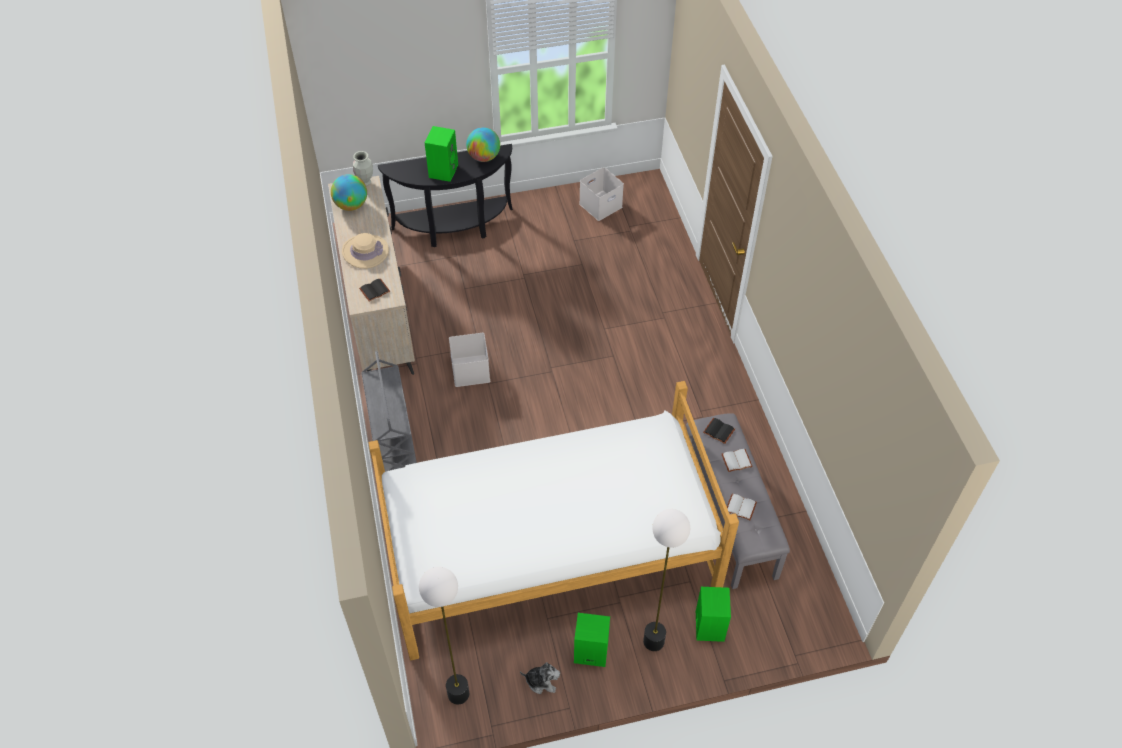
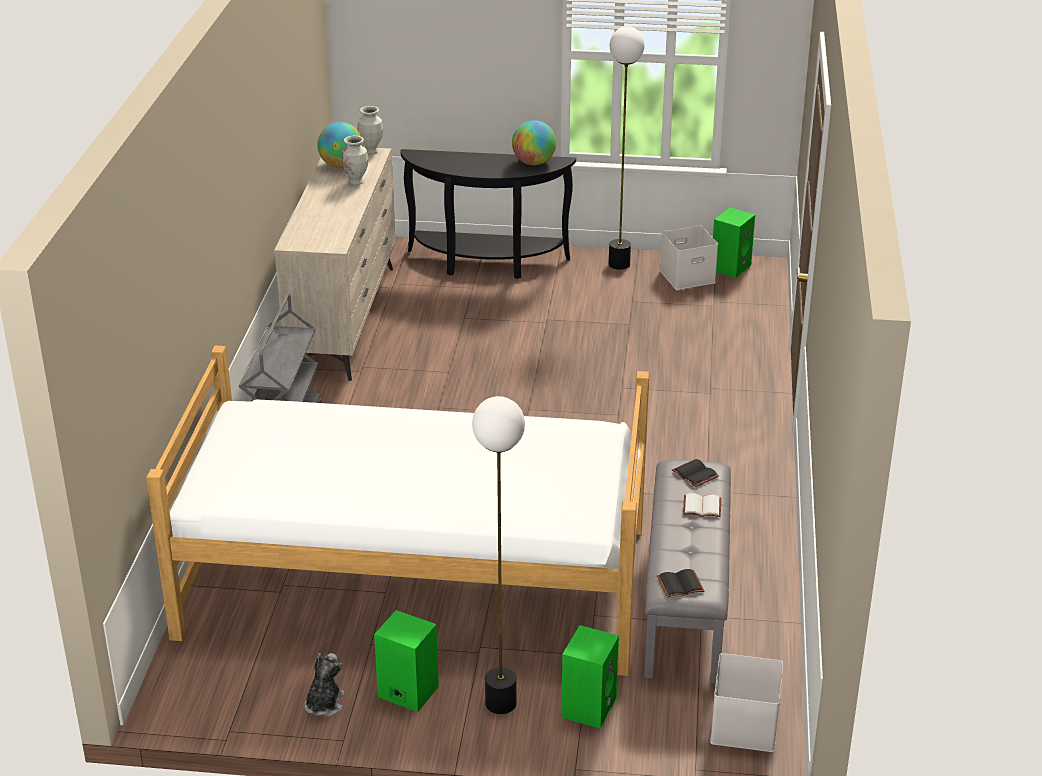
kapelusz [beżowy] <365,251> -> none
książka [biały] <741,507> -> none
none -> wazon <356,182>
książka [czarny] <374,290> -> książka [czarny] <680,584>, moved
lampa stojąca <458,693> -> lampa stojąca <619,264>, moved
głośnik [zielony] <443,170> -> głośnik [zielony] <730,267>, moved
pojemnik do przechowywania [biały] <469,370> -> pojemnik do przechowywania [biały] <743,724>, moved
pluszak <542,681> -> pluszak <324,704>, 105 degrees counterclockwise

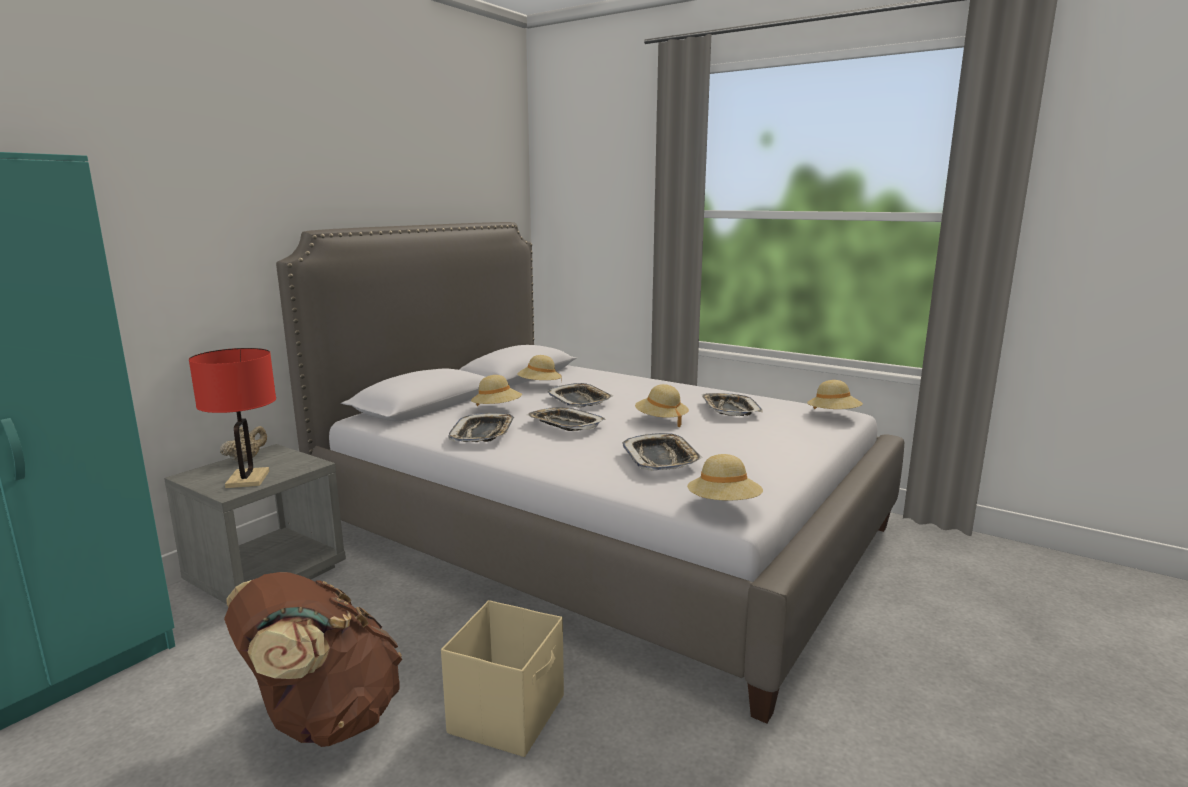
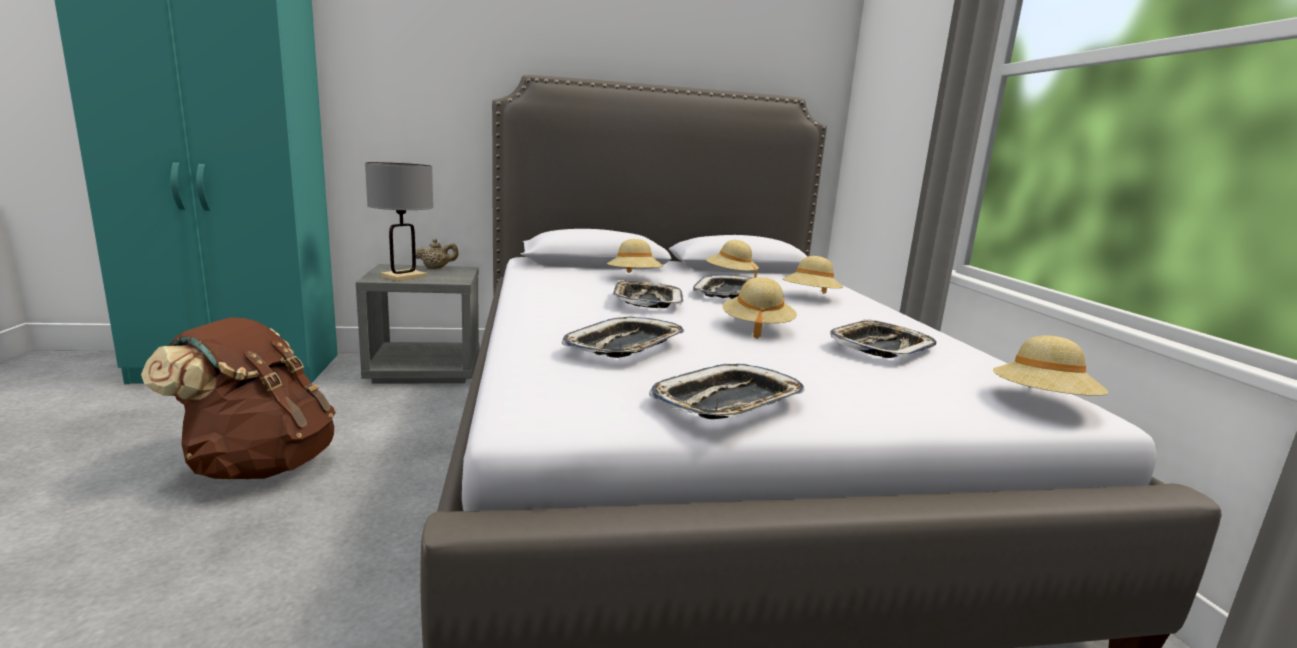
pojemnik do przechowywania [beżowy] <508,714> -> none
taca <483,434> -> taca <728,403>, moved
kapelusz [beżowy] <724,505> -> kapelusz [beżowy] <810,297>, moved
lampa stołowa [czerwony] <248,479> -> lampa stołowa [szary] <403,276>

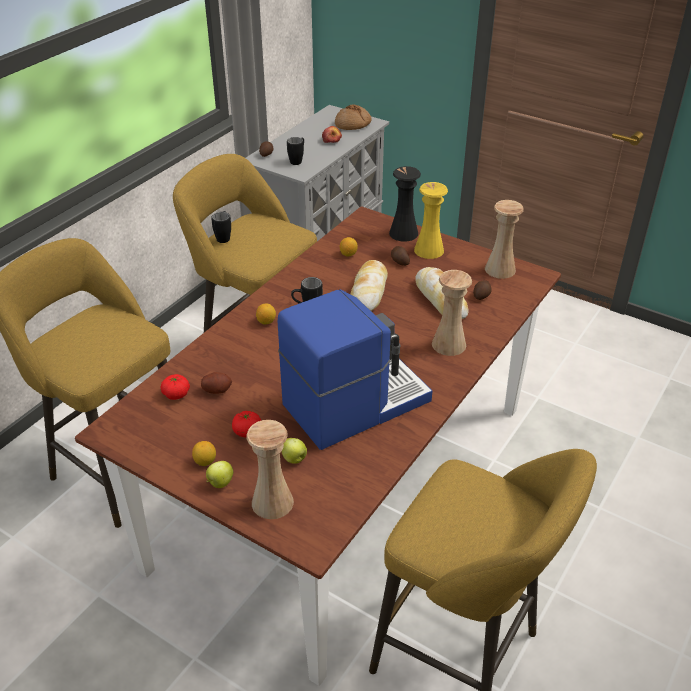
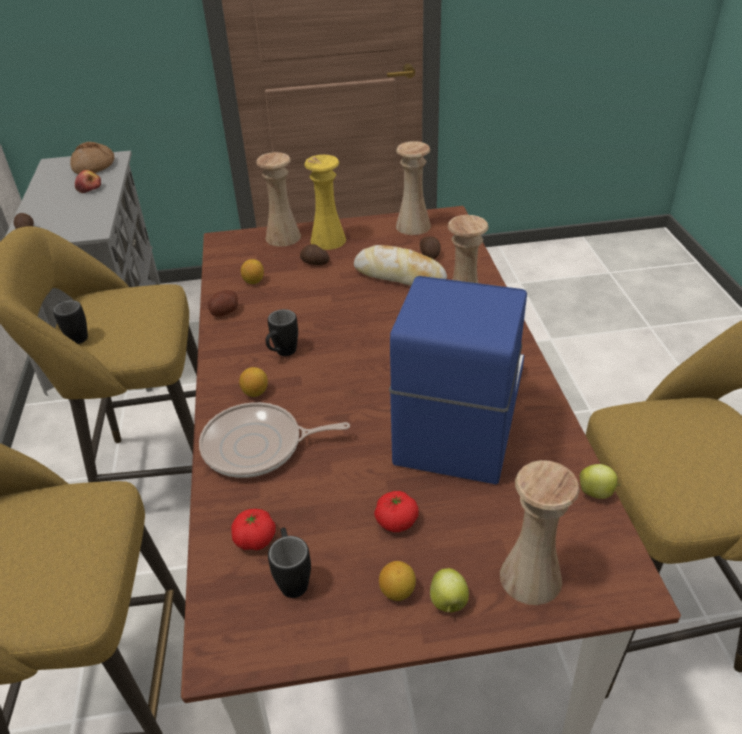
chleb <369,291> -> none
none -> patelnia <258,446>
ziemniak <217,390> -> ziemniak <224,312>, moved
jabłko <294,459> -> jabłko <596,492>, moved
kubek [czarny] <298,160> -> kubek [czarny] <292,578>, moved
wazon [czarny] <403,233> -> wazon [beżowy] <283,237>

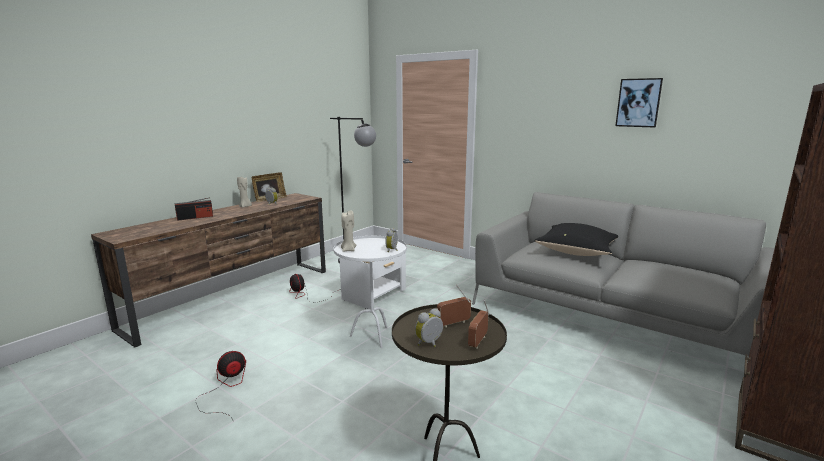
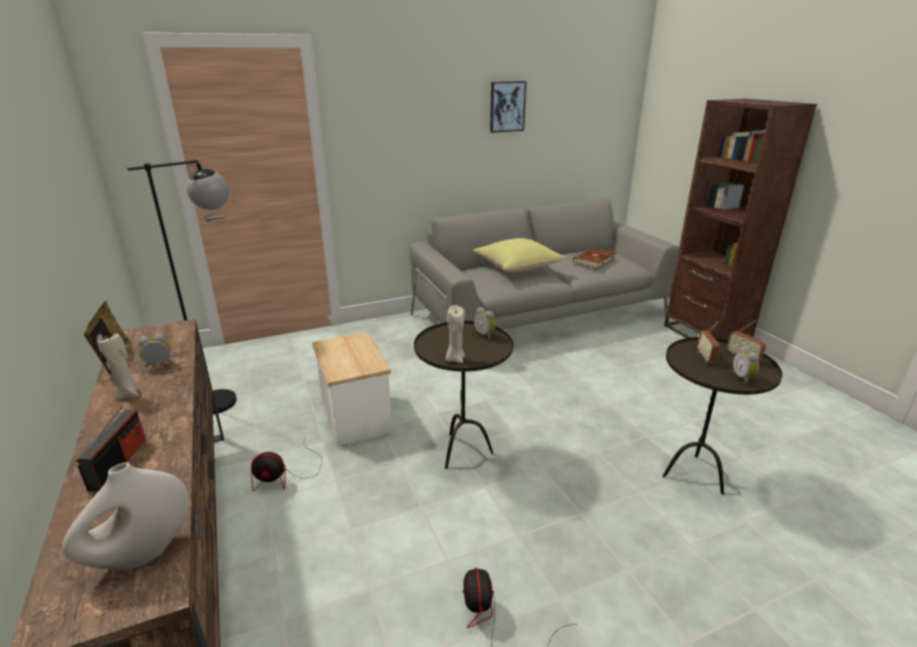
none -> wazon [biały] <141,555>
none -> książka [brązowy] <593,260>
stolik [biały] <372,337> -> stolik [brązowy] <463,451>
poduszka [czarny] <577,252> -> poduszka [żółty] <517,267>

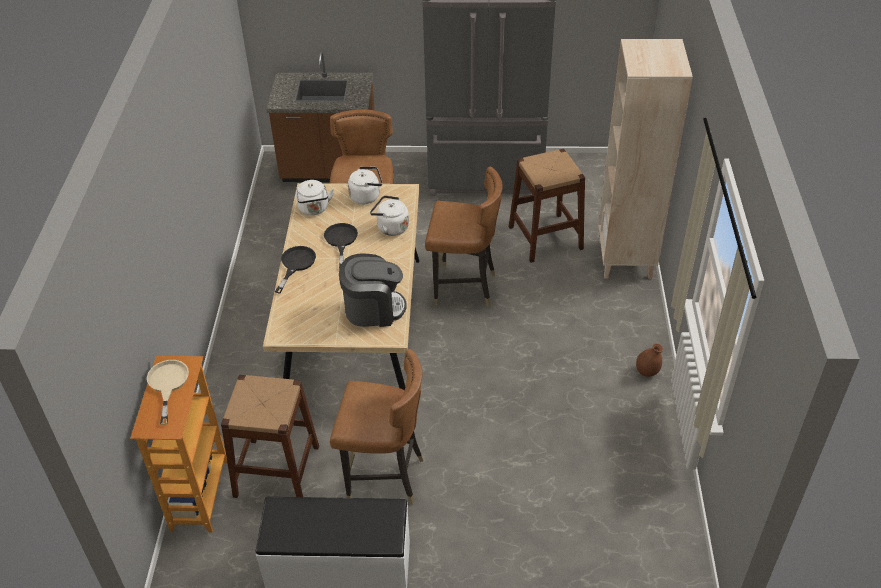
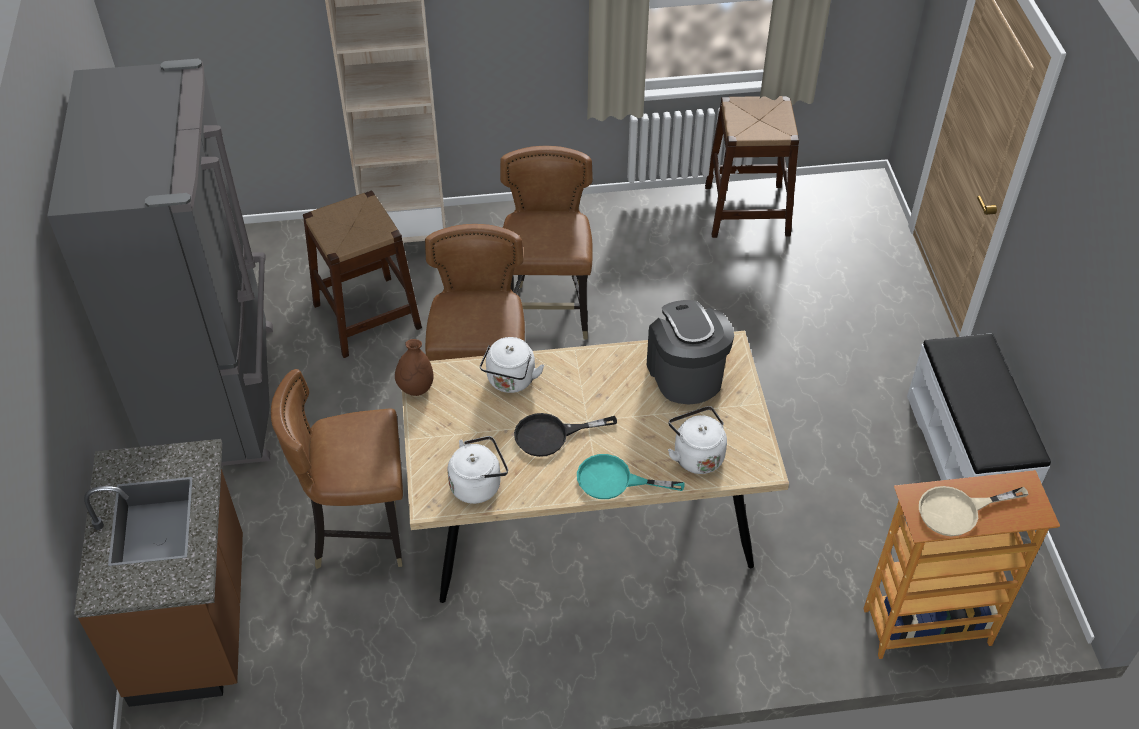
stołek [brązowy] <277,471> -> stołek [brązowy] <747,210>, moved
krzesło [brązowy] <384,477> -> krzesło [brązowy] <548,314>, moved
czajnik [biały] <366,196> -> czajnik [biały] <696,455>, moved
wazon [brązowy] <647,372> -> wazon [brązowy] <416,388>, moved
patelnia [czarny] <295,264> -> patelnia [turkusowy] <614,480>

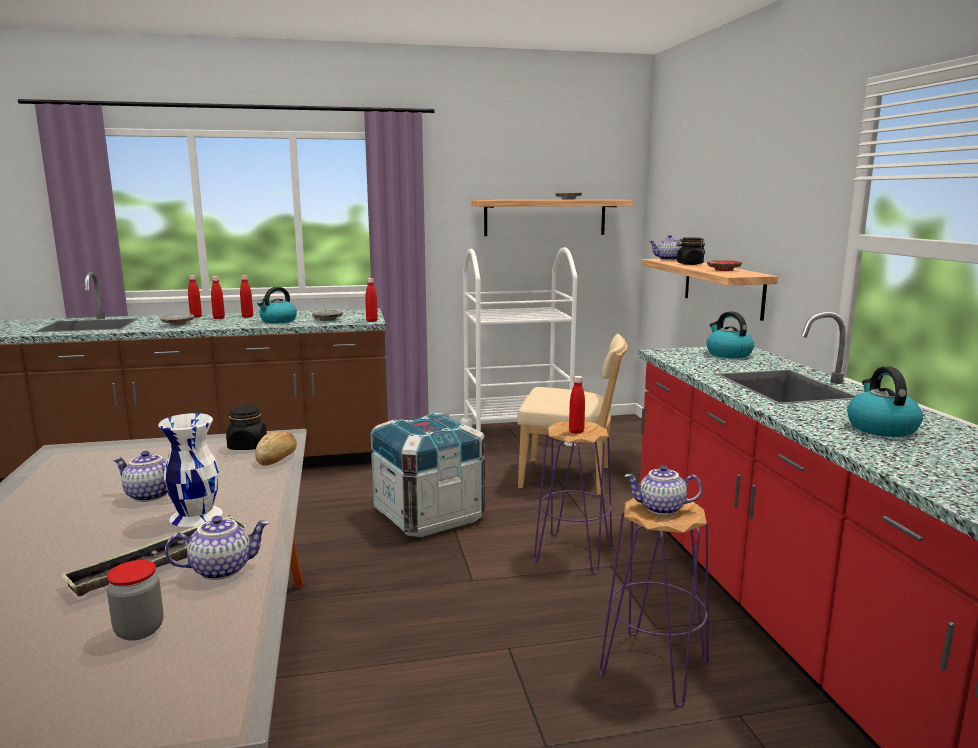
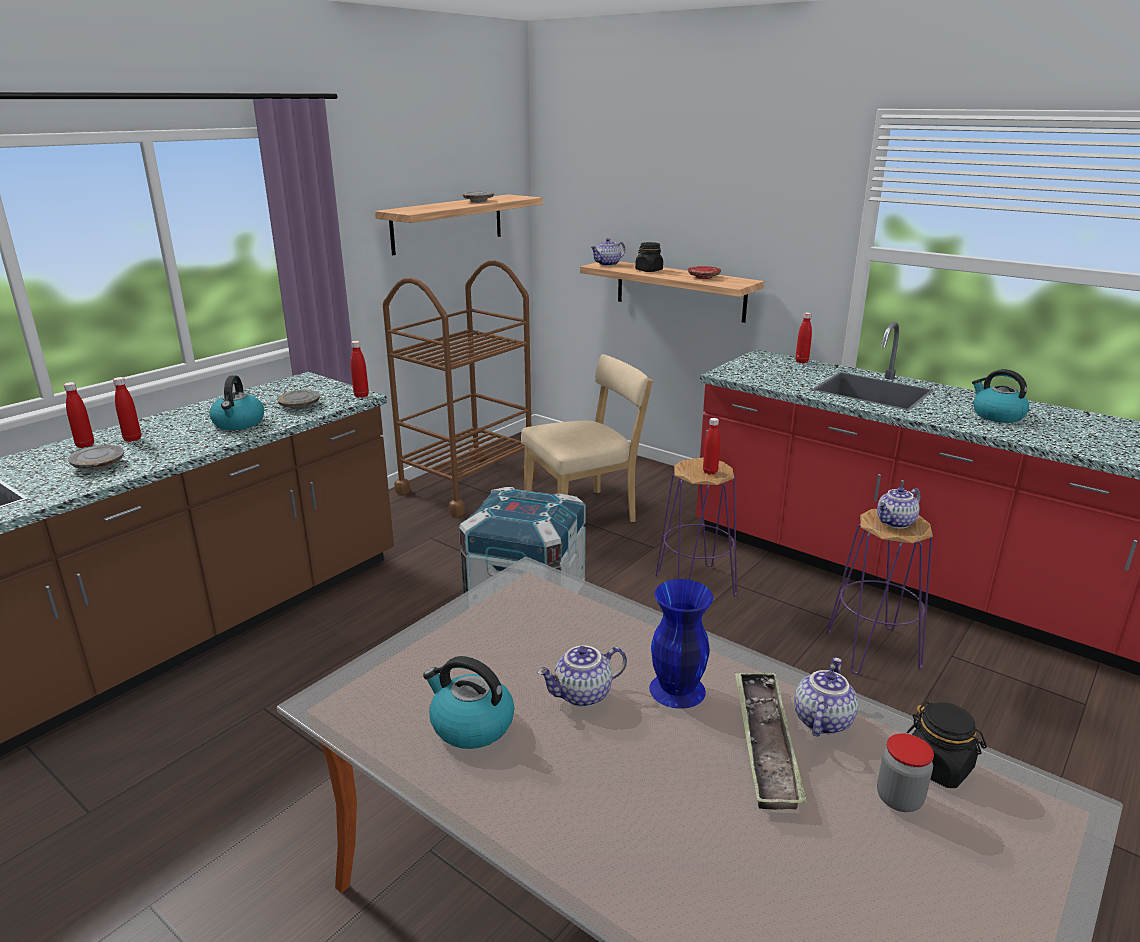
chleb <278,458> -> none
słoik [czarny] <247,446> -> słoik [czarny] <938,767>, moved
butelka [czerwony] <247,317> -> butelka [czerwony] <801,361>, moved
czajnik <728,354> -> czajnik <470,725>, moved
wazon [biały] <195,515> -> wazon [niebieski] <676,690>
wózek [biały] <516,436> -> wózek [brązowy] <467,484>

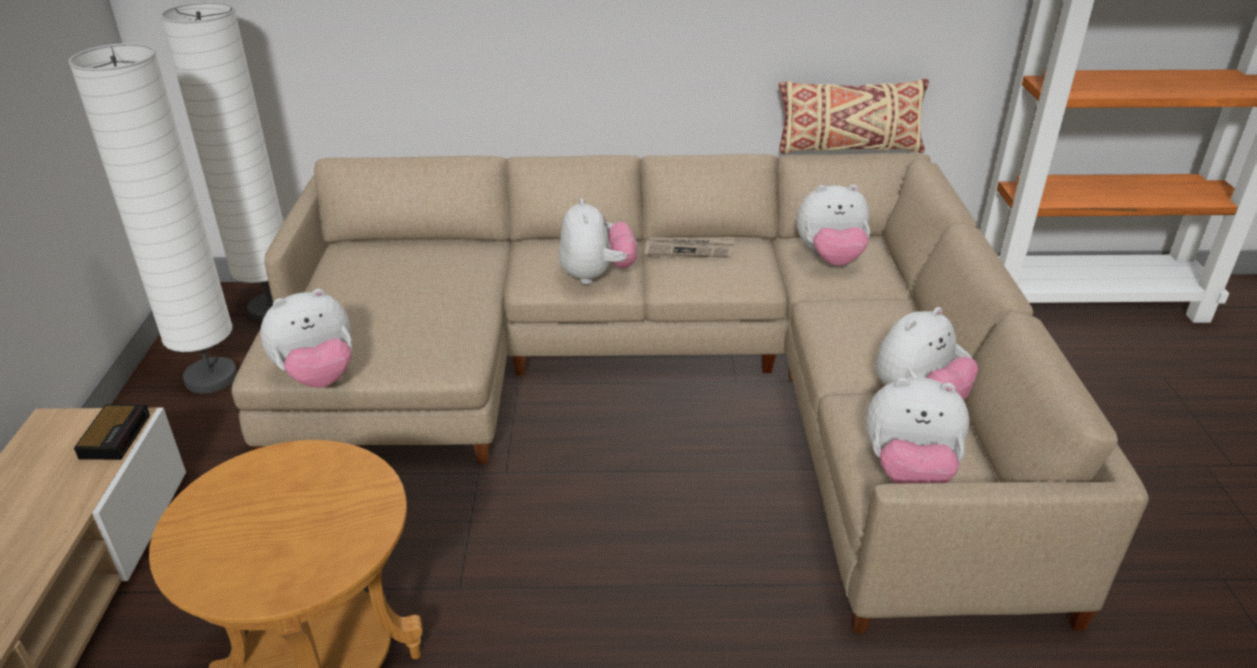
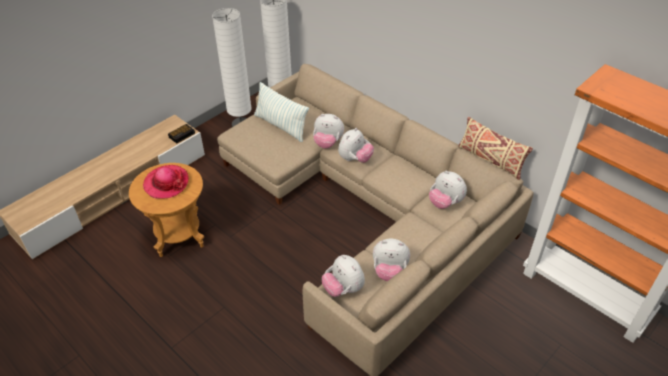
gazeta <689,249> -> none
none -> kapelusz <166,183>
none -> poduszka <281,126>
pluszak <318,376> -> pluszak <328,143>, moved

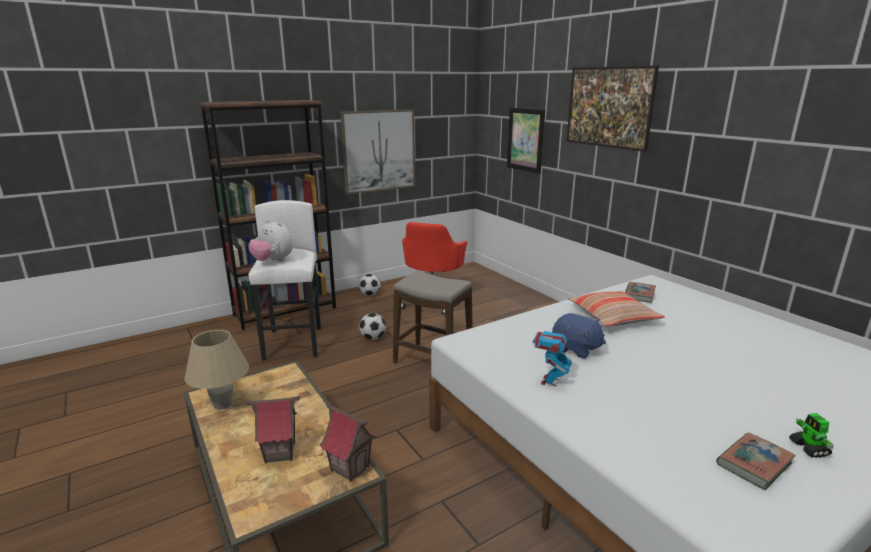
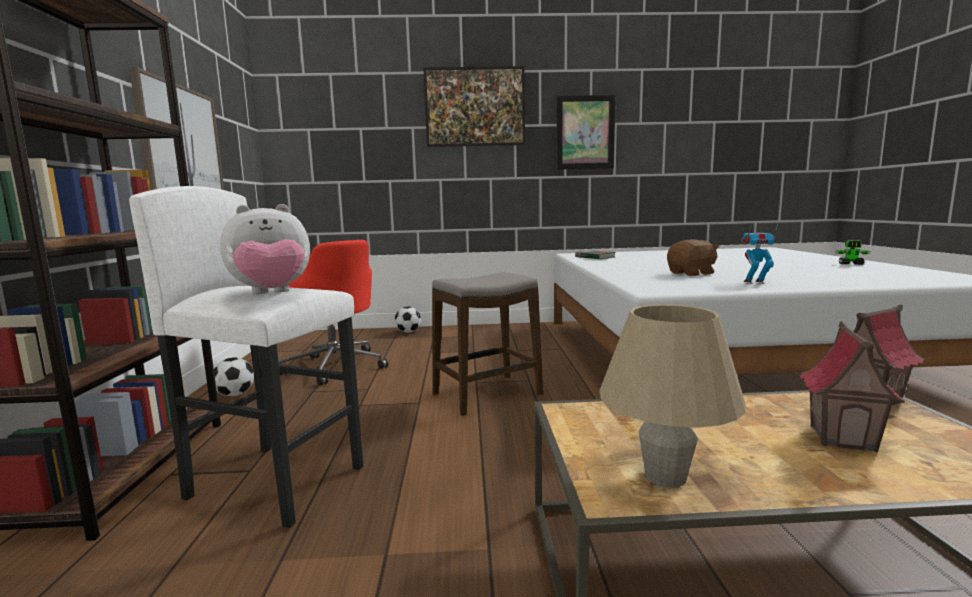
poduszka <613,317> -> none
książka <754,463> -> none
piłka futbolowa <373,338> -> piłka futbolowa <408,332>, moved
obraz <525,140> -> obraz <585,132>, moved
pluszak [niebieski] <576,349> -> pluszak [brązowy] <692,273>
robot zabawkowy <549,381> -> robot zabawkowy <754,282>, 135 degrees clockwise

